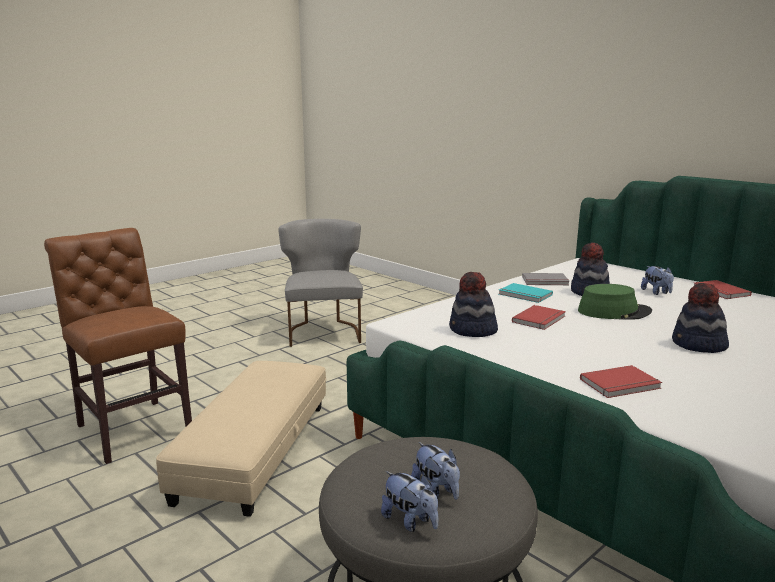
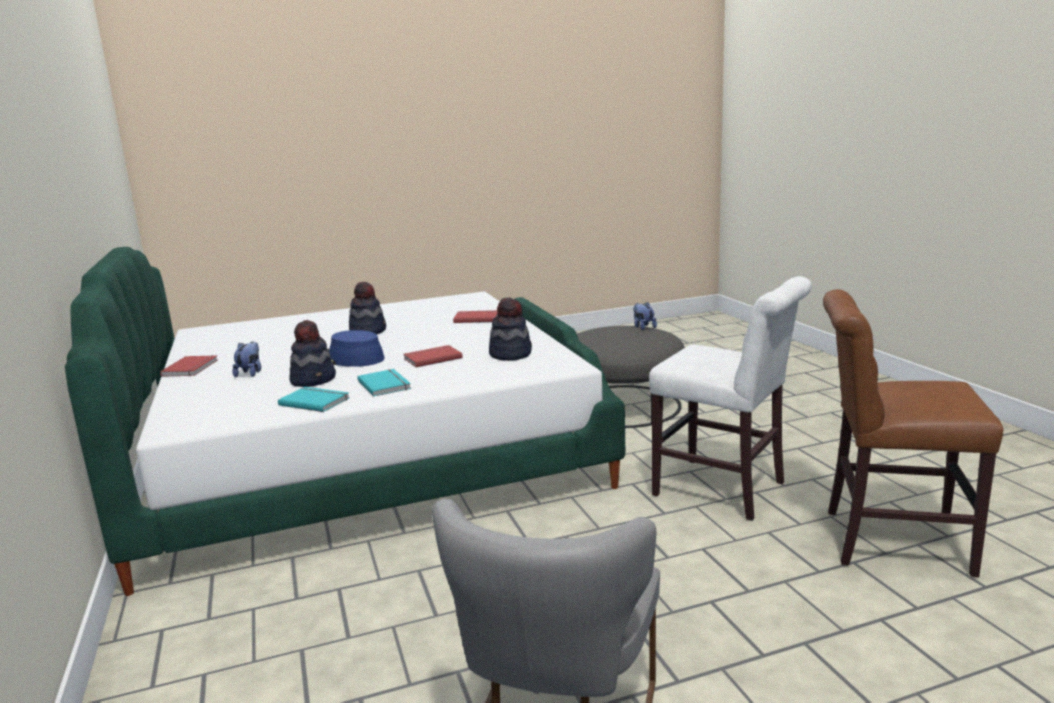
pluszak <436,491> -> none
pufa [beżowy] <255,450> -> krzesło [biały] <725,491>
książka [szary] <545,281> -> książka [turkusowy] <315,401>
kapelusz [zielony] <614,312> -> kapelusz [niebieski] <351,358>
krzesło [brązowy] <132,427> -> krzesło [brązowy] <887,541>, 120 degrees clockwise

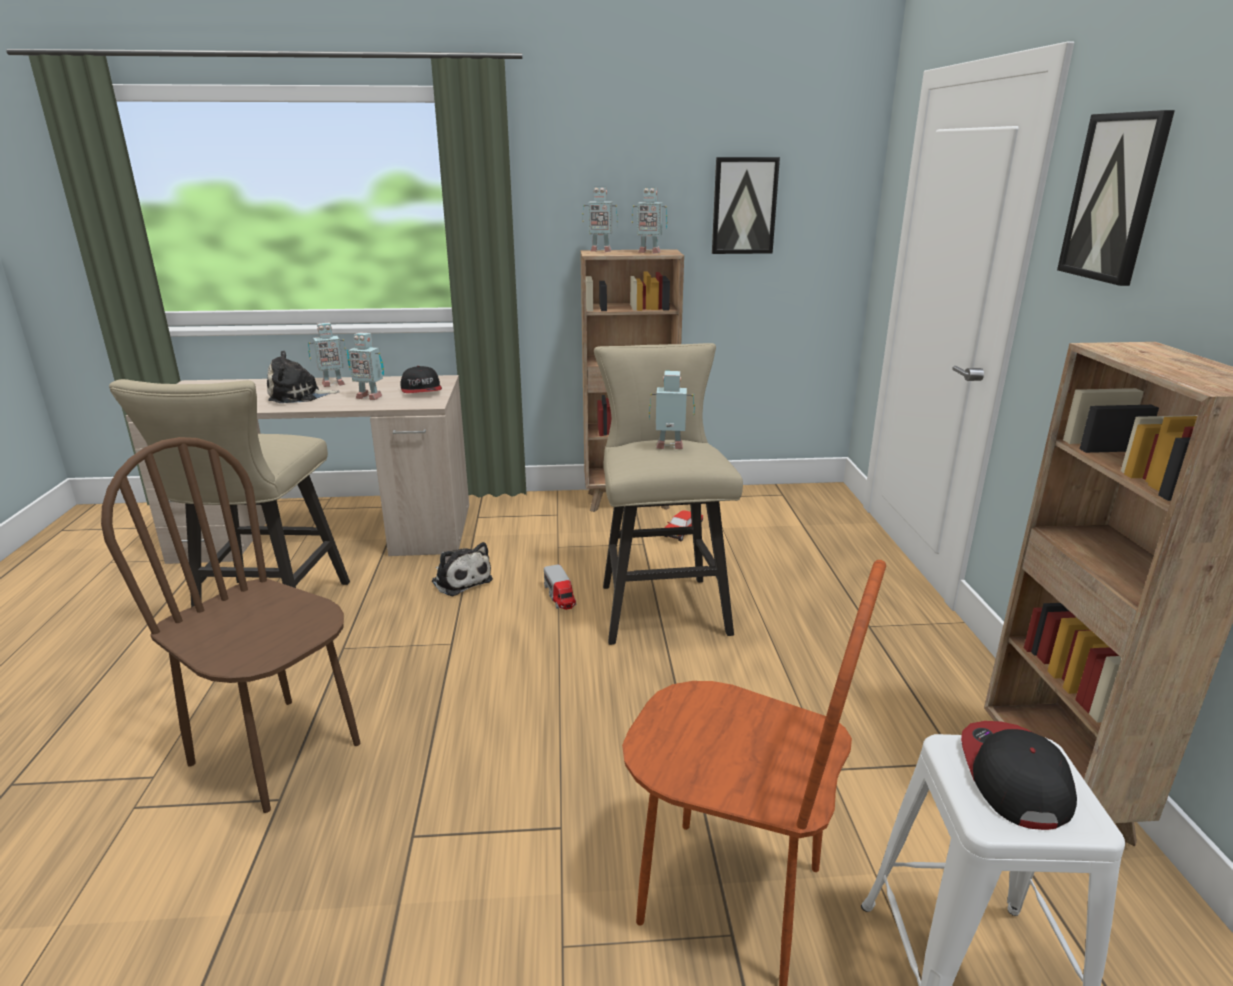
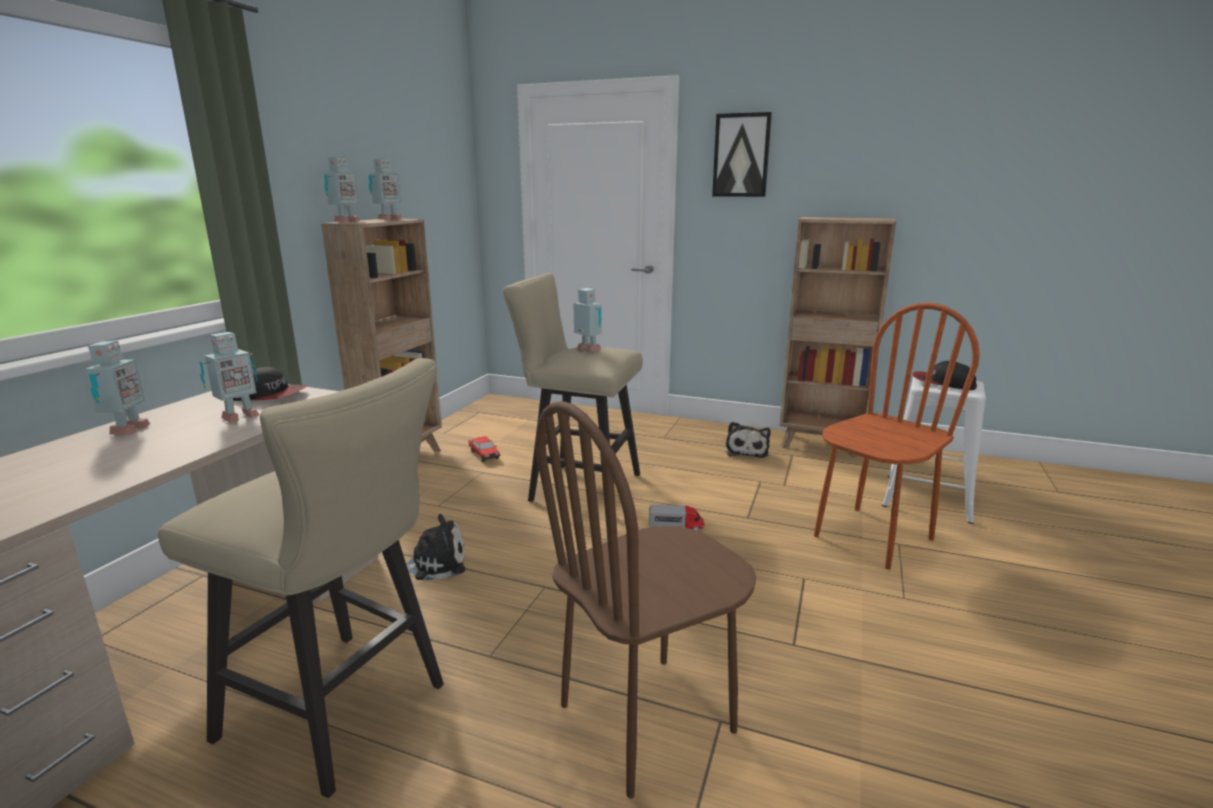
obraz <744,206> -> none
pluszak <299,396> -> pluszak <746,451>, moved
ciężarówka zabawkowa <560,596> -> ciężarówka zabawkowa <676,527>, moved
robot zabawkowy <670,447> -> robot zabawkowy <588,350>, 105 degrees clockwise

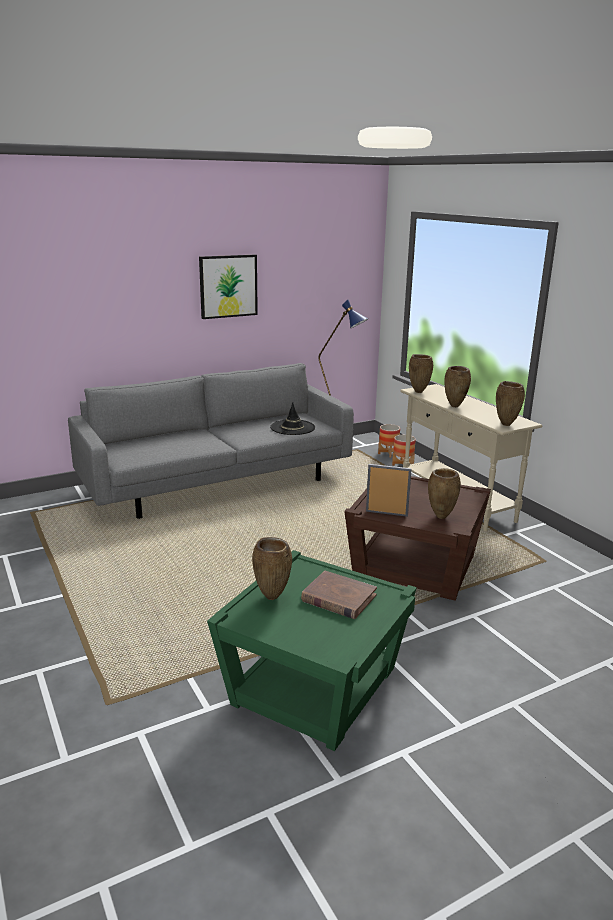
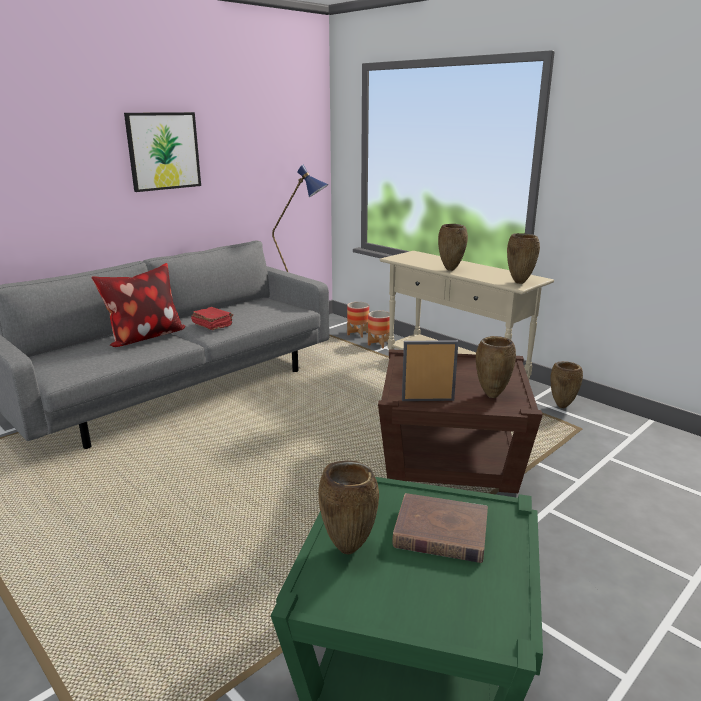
kapelusz [czarny] <292,427> -> none
none -> poduszka <145,338>
none -> książka [czerwony] <212,325>
wazon [brązowy] <419,392> -> wazon [brązowy] <562,406>, moved

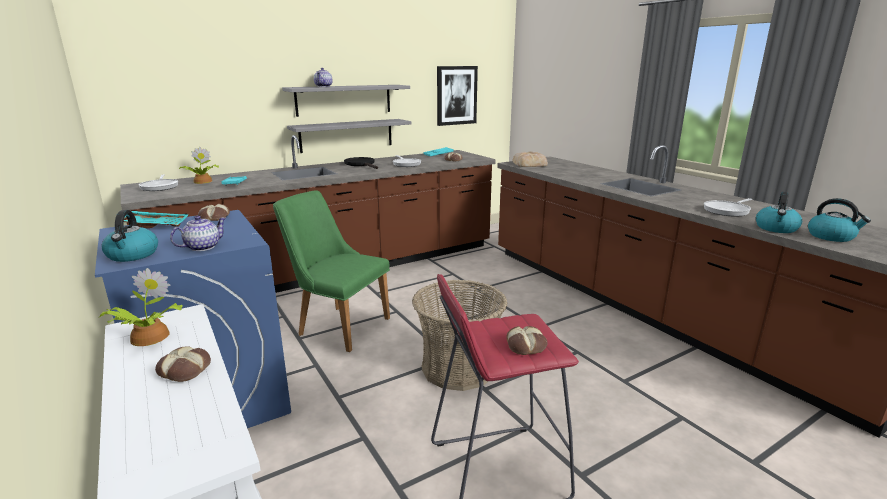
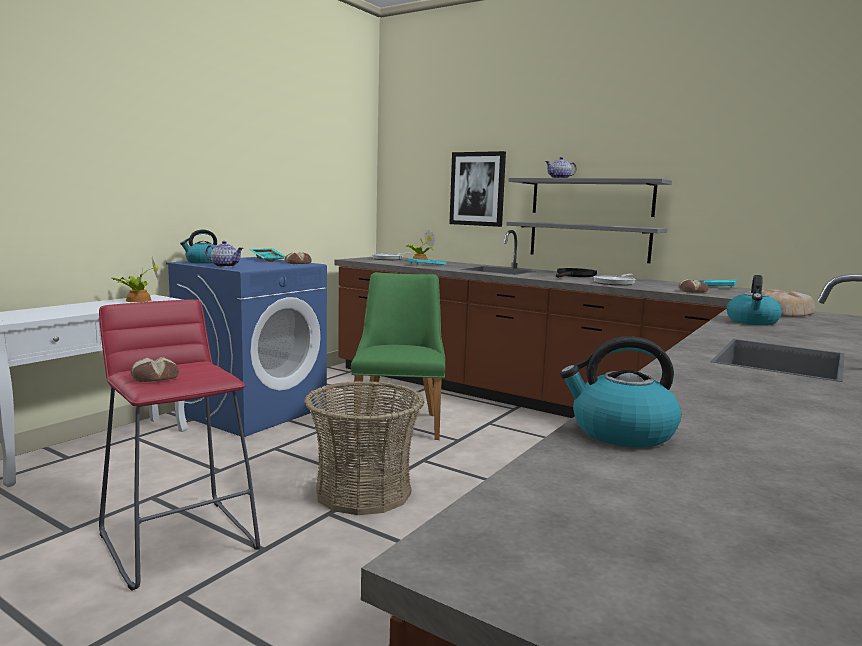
chleb <185,369> -> none
patelnia <727,211> -> none
obraz <456,95> -> obraz <477,189>, moved
czajnik <831,236> -> czajnik <752,322>, moved

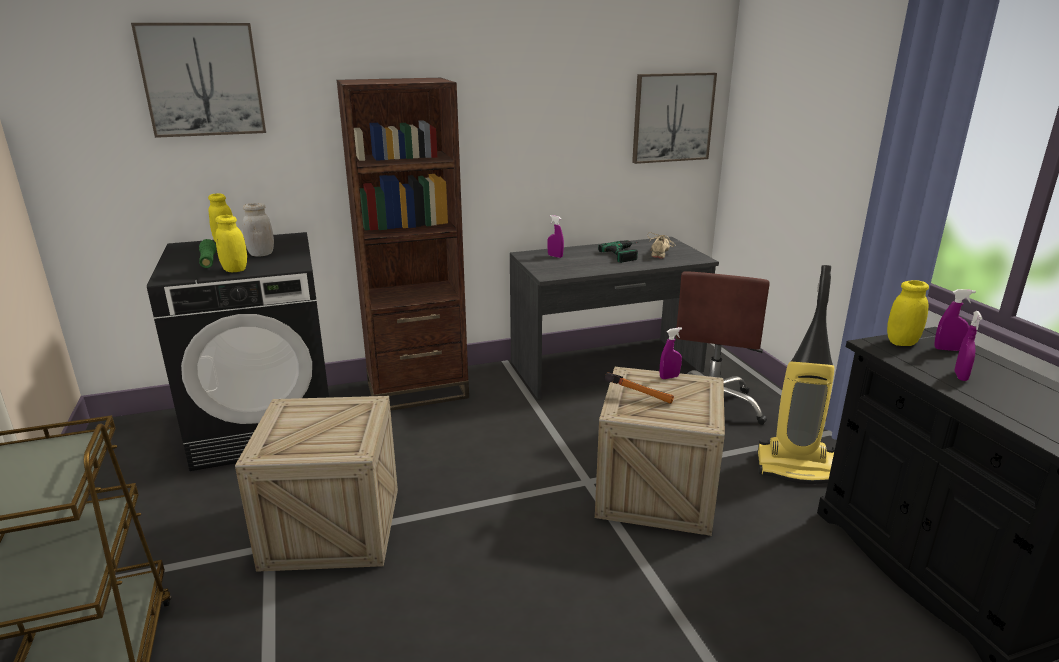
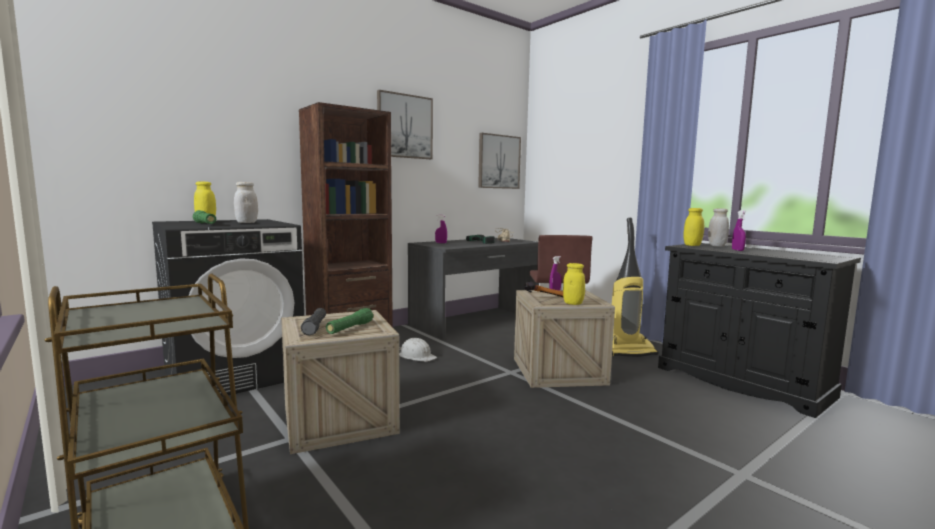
none -> latarka [czarny] <315,327>
none -> latarka [zielony] <350,328>
none -> kask [biały] <417,356>
obraz <202,80> -> obraz <404,126>, moved
słoik [żółty] <235,269> -> słoik [żółty] <573,303>, moved
spryskiwacz [fioletowy] <947,349> -> słoik [biały] <716,246>

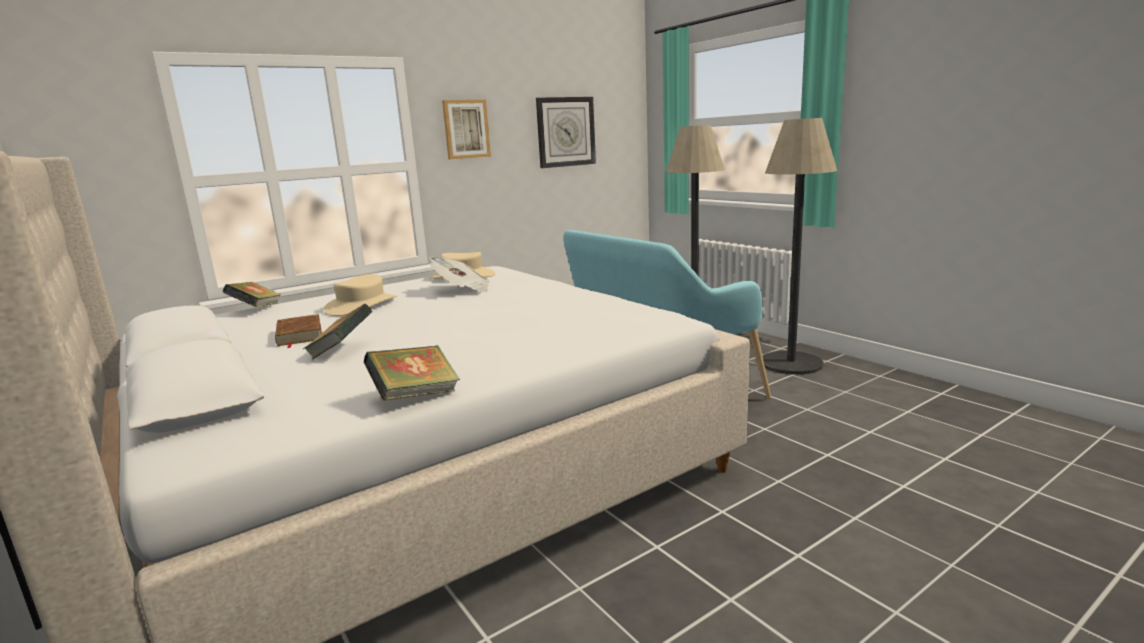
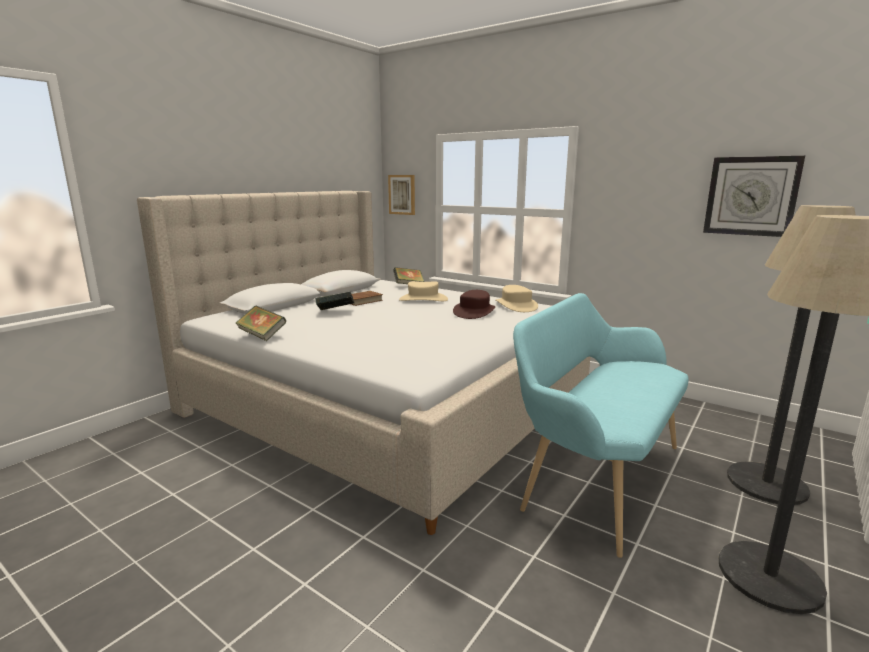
obraz <466,129> -> obraz <402,194>, moved
gazeta <462,290> -> kapelusz [brązowy] <474,312>

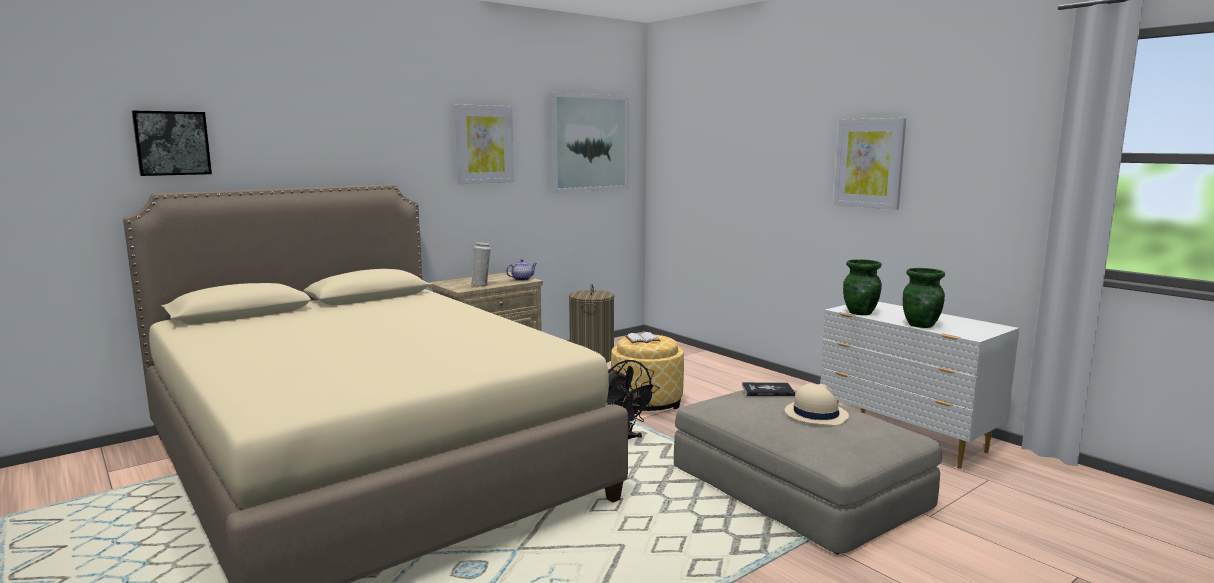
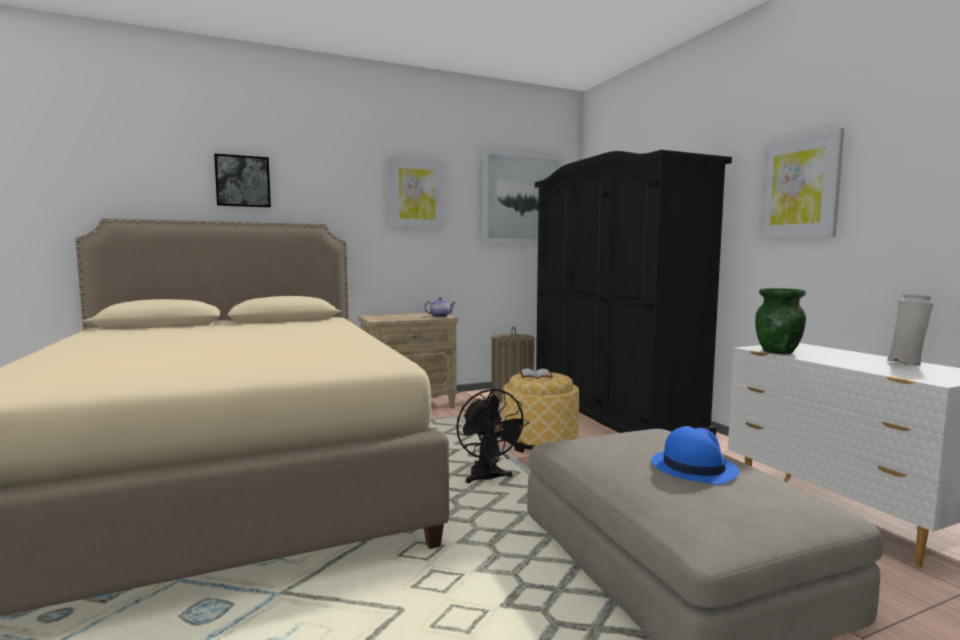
książka <767,390> -> none
wazon [zielony] <921,325> -> none
none -> szafa [czarny] <611,410>
obraz <172,143> -> obraz <243,181>, moved
wazon [biały] <481,285> -> wazon [biały] <906,363>, moved
kapelusz [beżowy] <815,414> -> kapelusz [niebieski] <693,467>

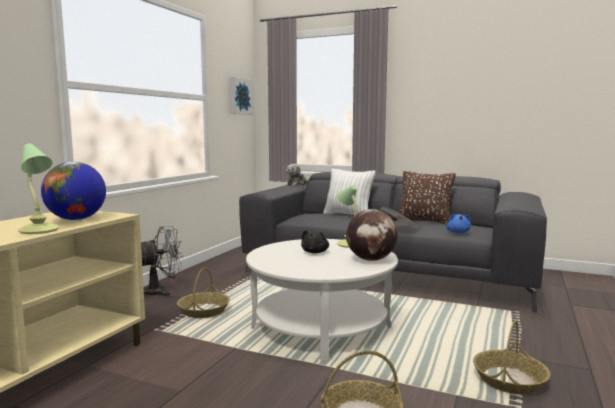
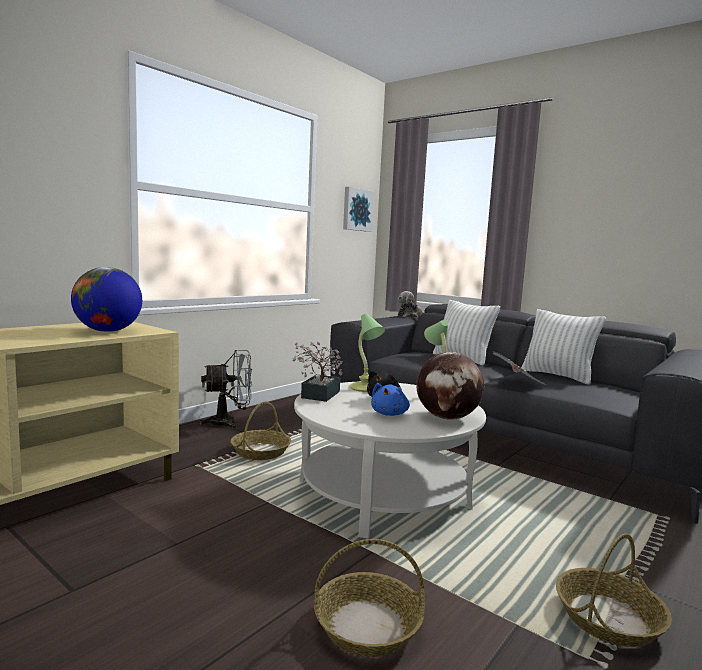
none -> roślina doniczkowa <318,396>
lampa stołowa <39,230> -> lampa stołowa <365,388>, moved
pluszak [niebieski] <458,232> -> pluszak [niebieski] <390,414>, moved
poduszka [brązowy] <424,221> -> poduszka [biały] <557,376>

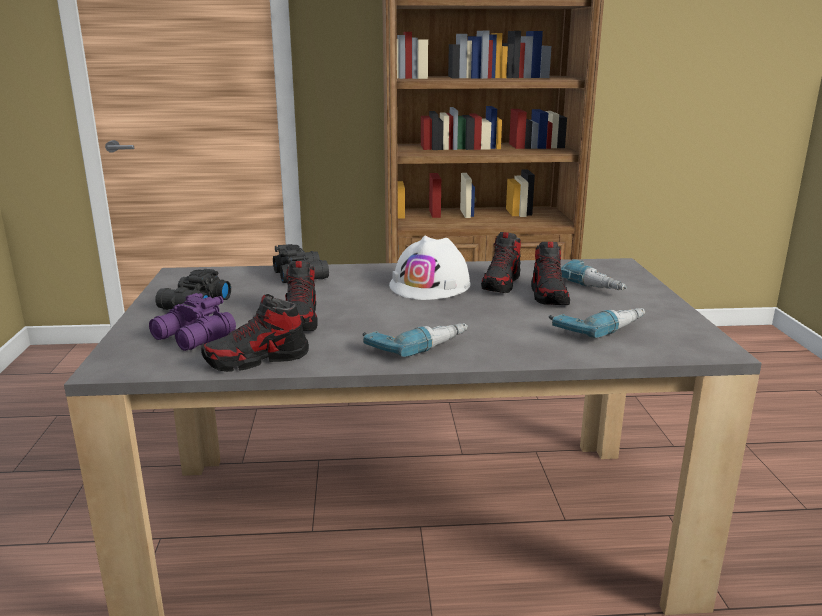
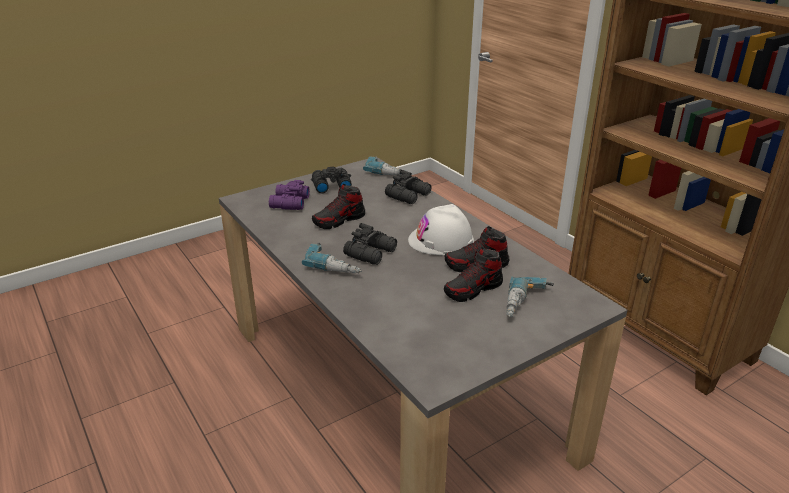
but <257,359> -> none
none -> lornetka [czarny] <372,253>
wiertarka <597,327> -> wiertarka <388,171>, moved

